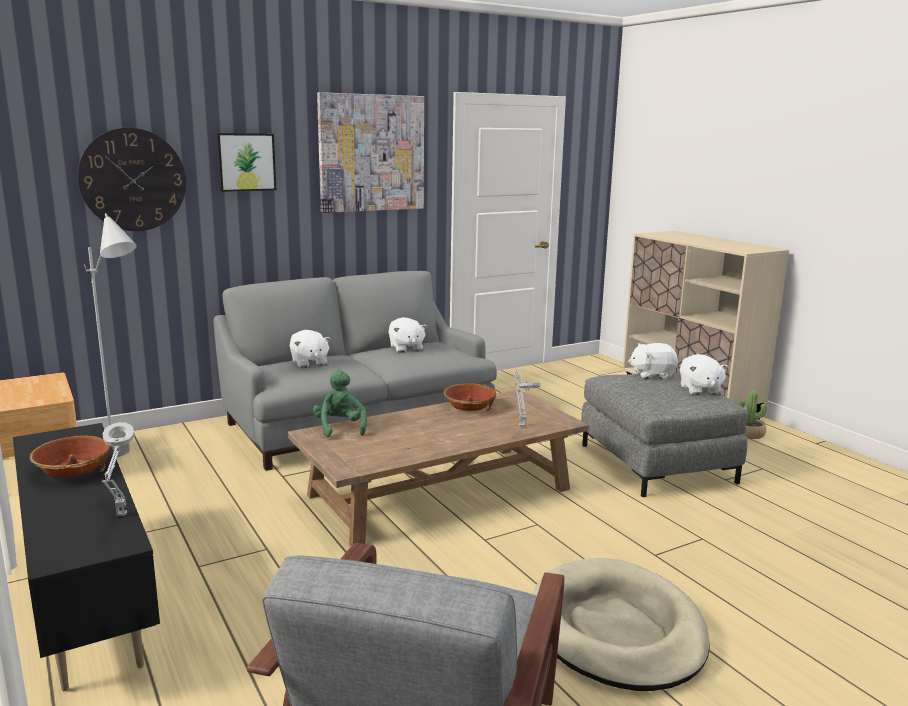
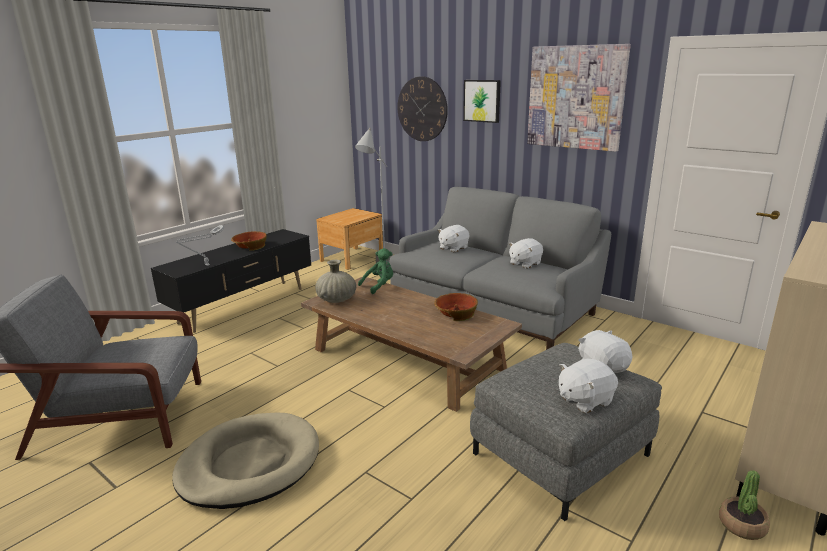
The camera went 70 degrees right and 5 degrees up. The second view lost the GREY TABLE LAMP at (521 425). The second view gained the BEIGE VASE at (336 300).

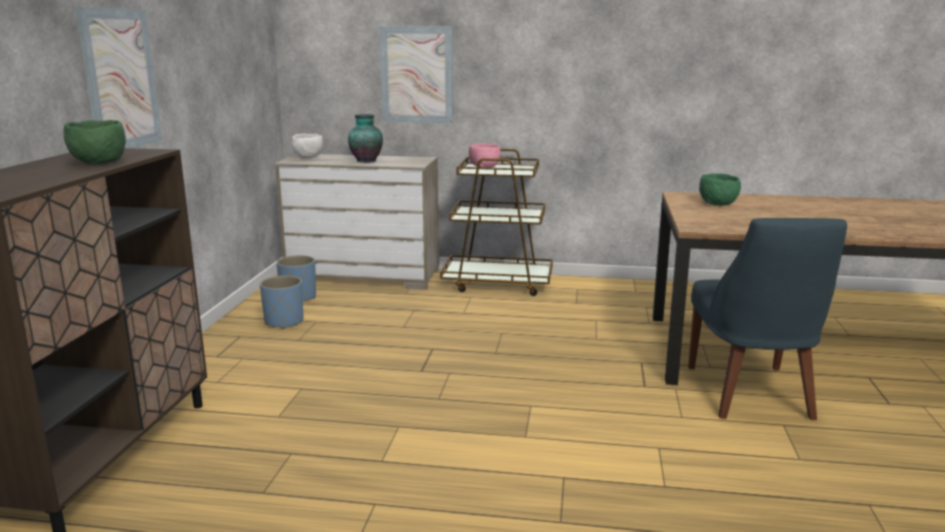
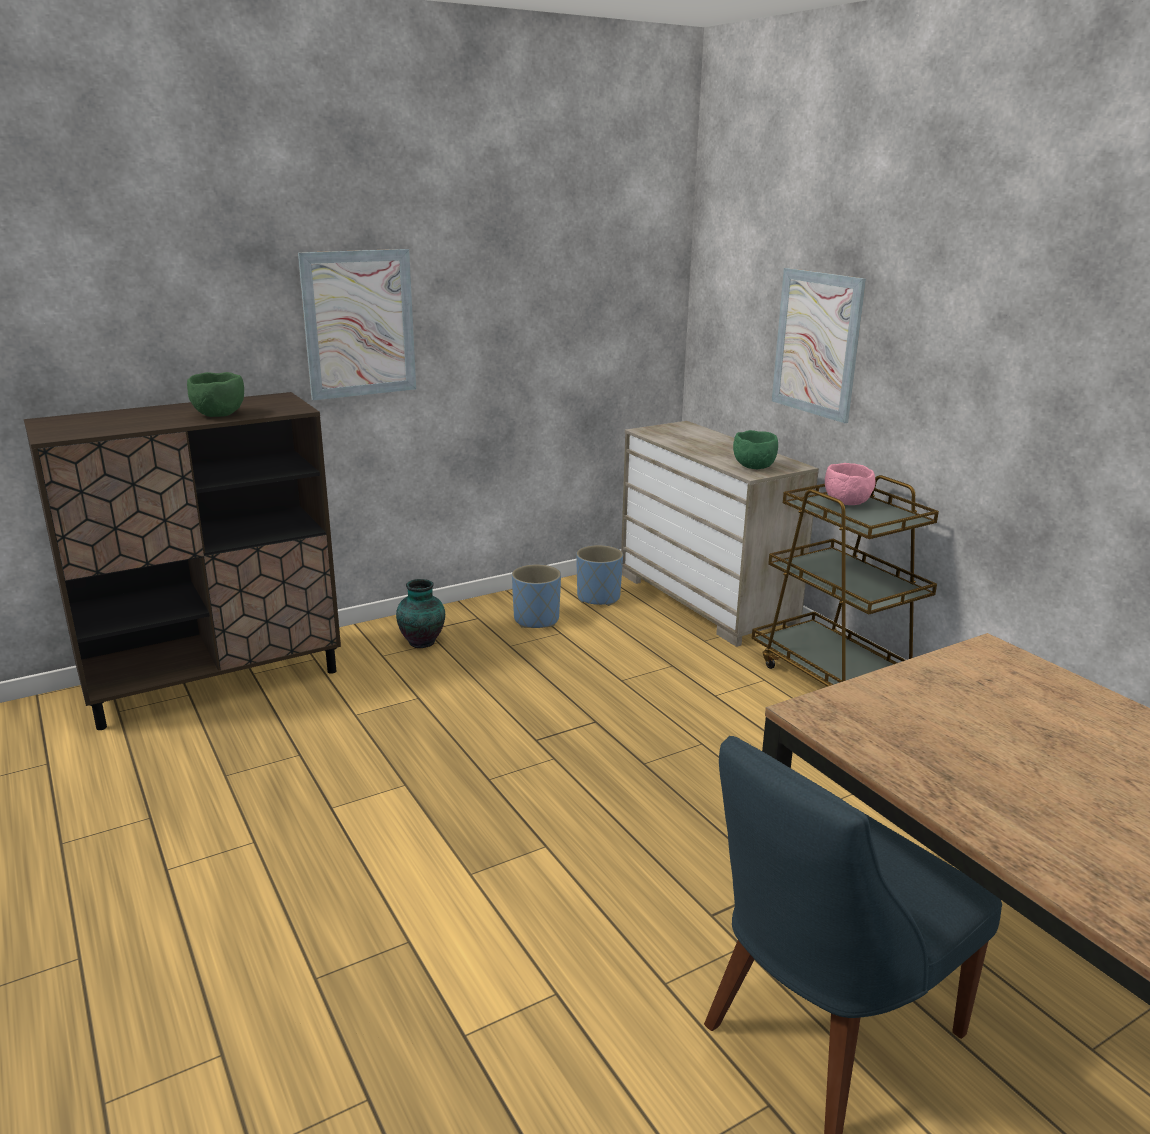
The camera went 50 degrees right and 5 degrees up. The second view lost the WHITE BOWL at (308 157). The VASE ended up elsewhere, having gone from (366 161) to (423 641). The GREEN BOWL ended up elsewhere, having gone from (716 204) to (753 466).

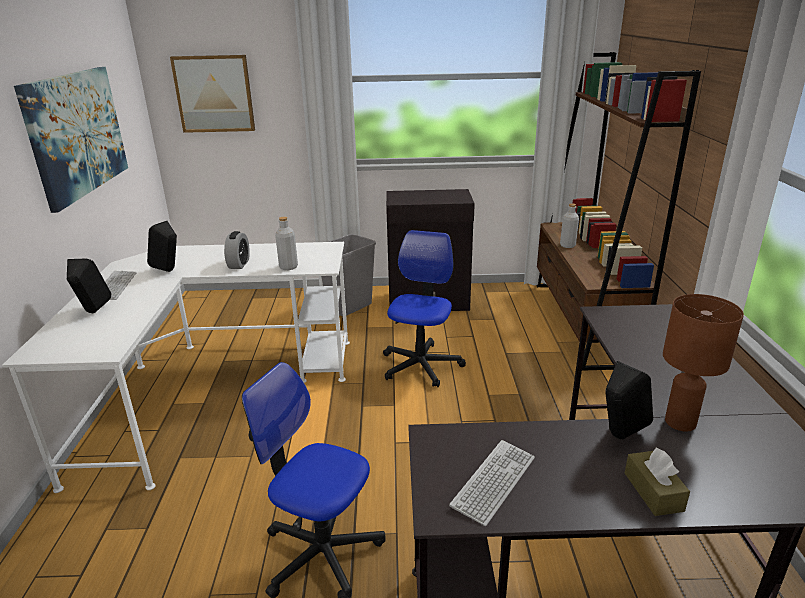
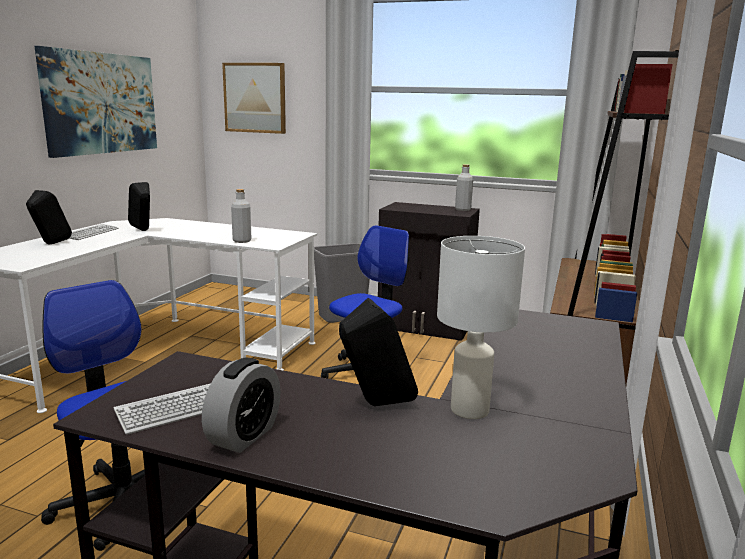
The camera went 20 degrees right and 10 degrees down. The ALARM CLOCK ended up elsewhere, having gone from (239 264) to (244 436). The GREY BOTTLE ended up elsewhere, having gone from (567 245) to (463 209). The second view lost the BROWN TISSUE BOX at (653 491). What was the BROWN TABLE LAMP at (680 423) turned into the WHITE TABLE LAMP at (469 410).

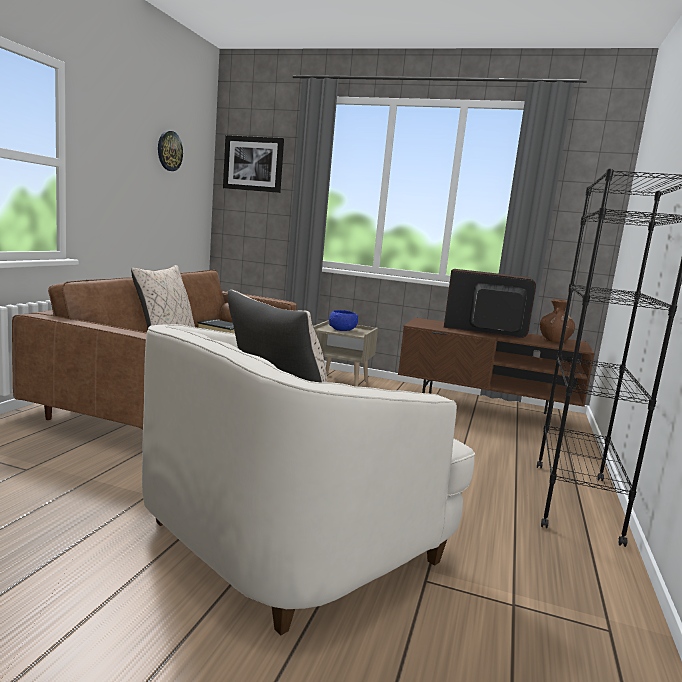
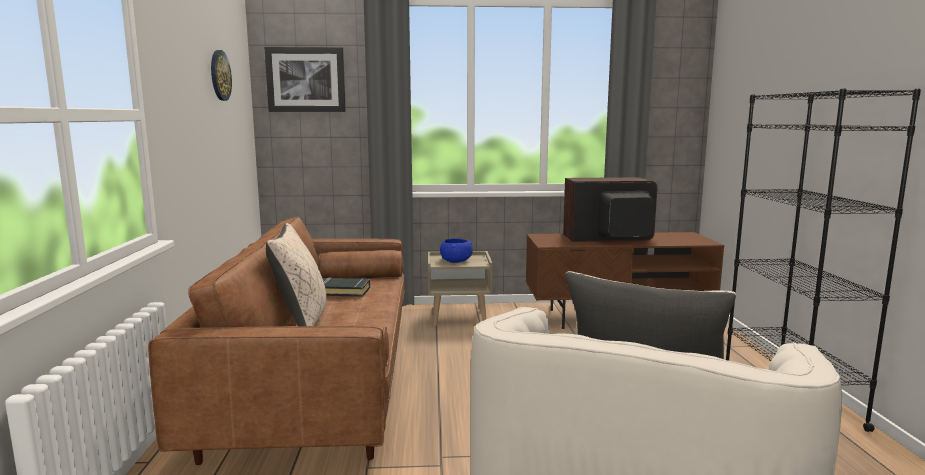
The camera went 20 degrees left and 0 degrees up. The second view lost the BROWN VASE at (554 340).

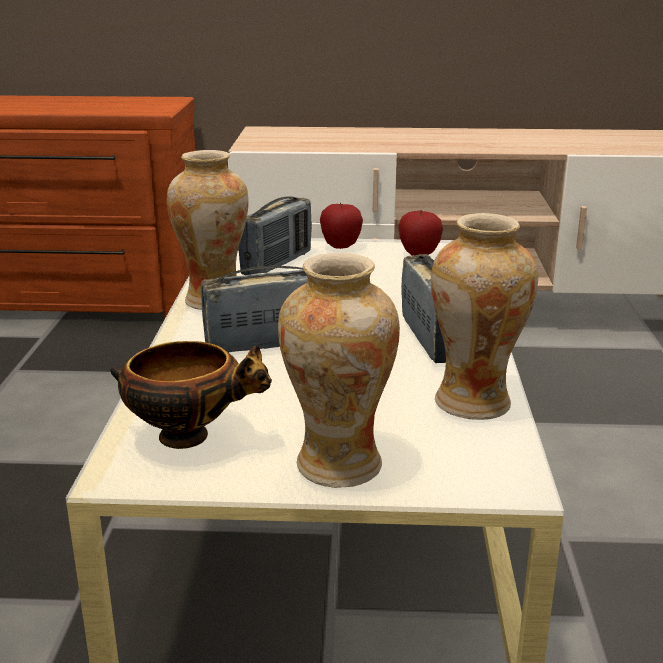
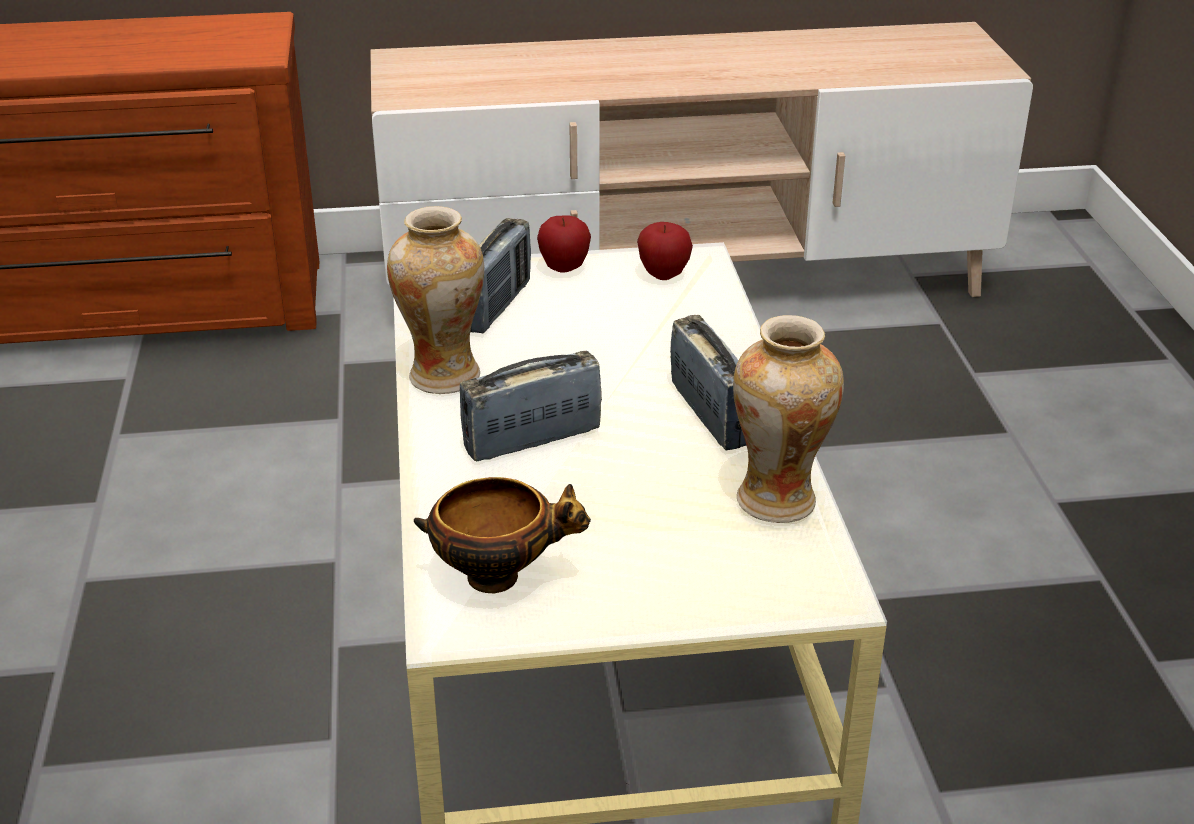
The camera went 10 degrees left and 10 degrees up. The second view lost the VASE at (338 465).

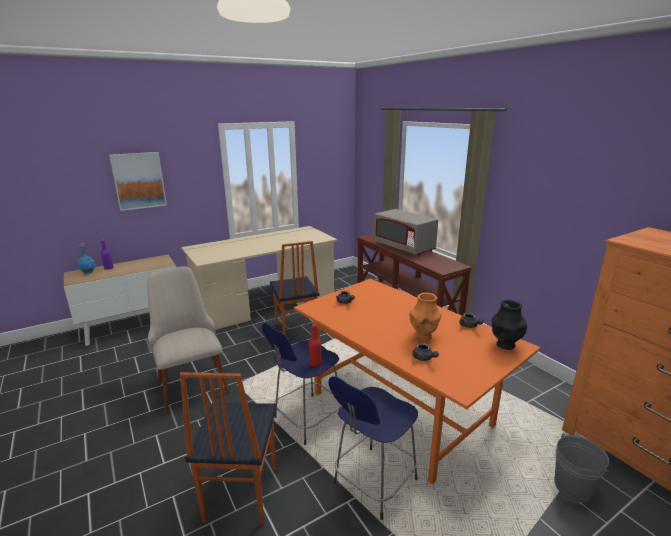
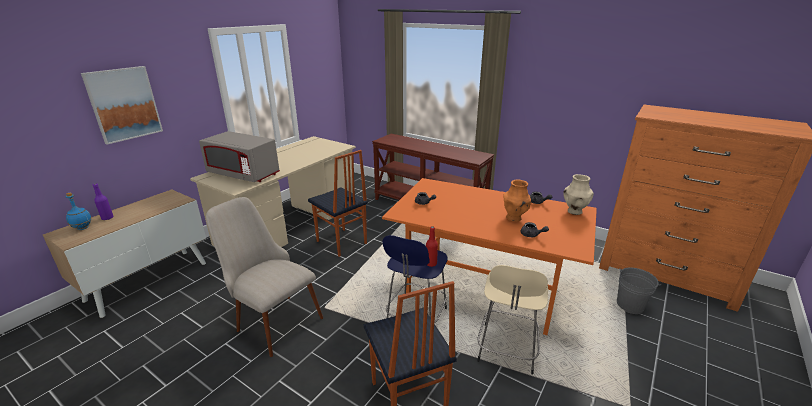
The camera went 25 degrees left and 5 degrees up. What was the BLUE STOOL at (373 483) turned into the BEIGE STOOL at (506 350). The GREY MICROWAVE ended up elsewhere, having gone from (403 247) to (244 174). What was the BLACK VASE at (505 345) turned into the BEIGE VASE at (574 211).

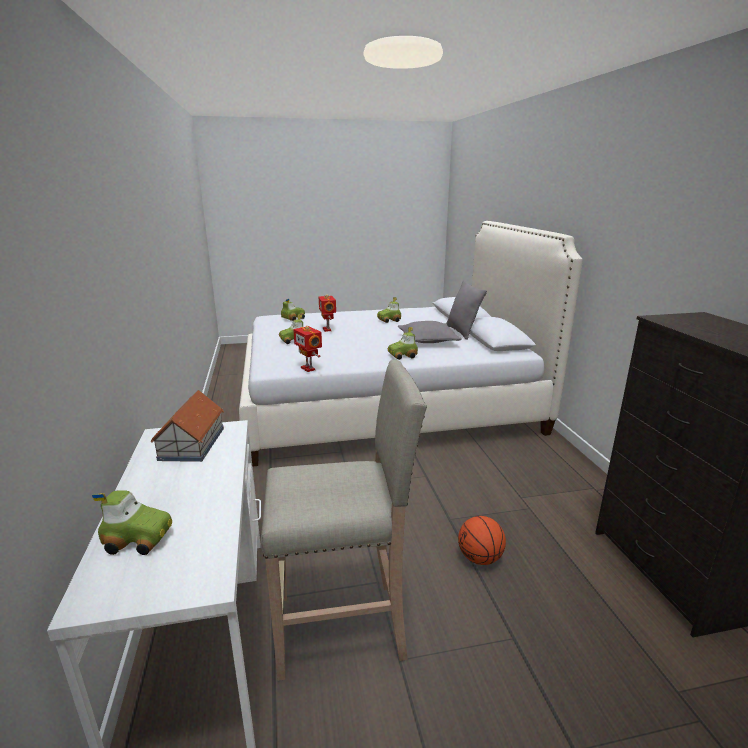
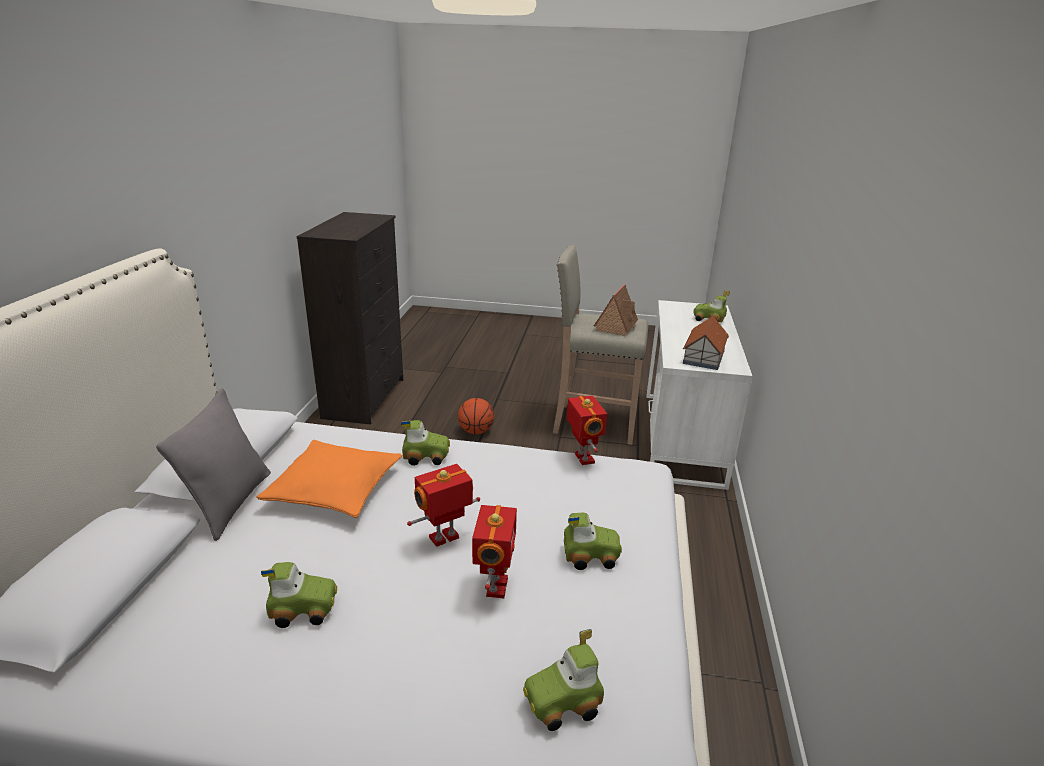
The camera went 160 degrees left and 5 degrees up. What was the GREY PILLOW at (428 340) turned into the ORANGE PILLOW at (334 489). The second view gained the TOY ROBOT at (445 539). The second view gained the TOY HOUSE at (616 326).

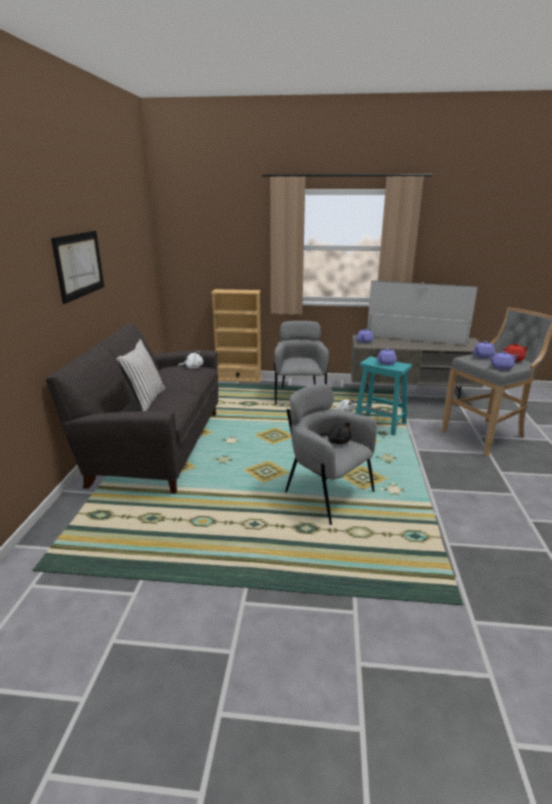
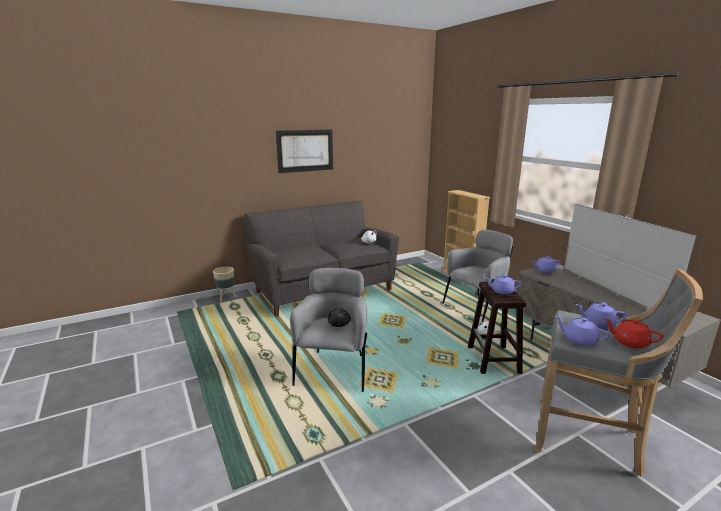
The camera went 55 degrees right and 5 degrees down. The second view lost the WHITE PILLOW at (145 400). What was the TURQUOISE STOOL at (381 424) turned into the BROWN STOOL at (494 360). The second view gained the BEIGE PLANTER at (226 298).

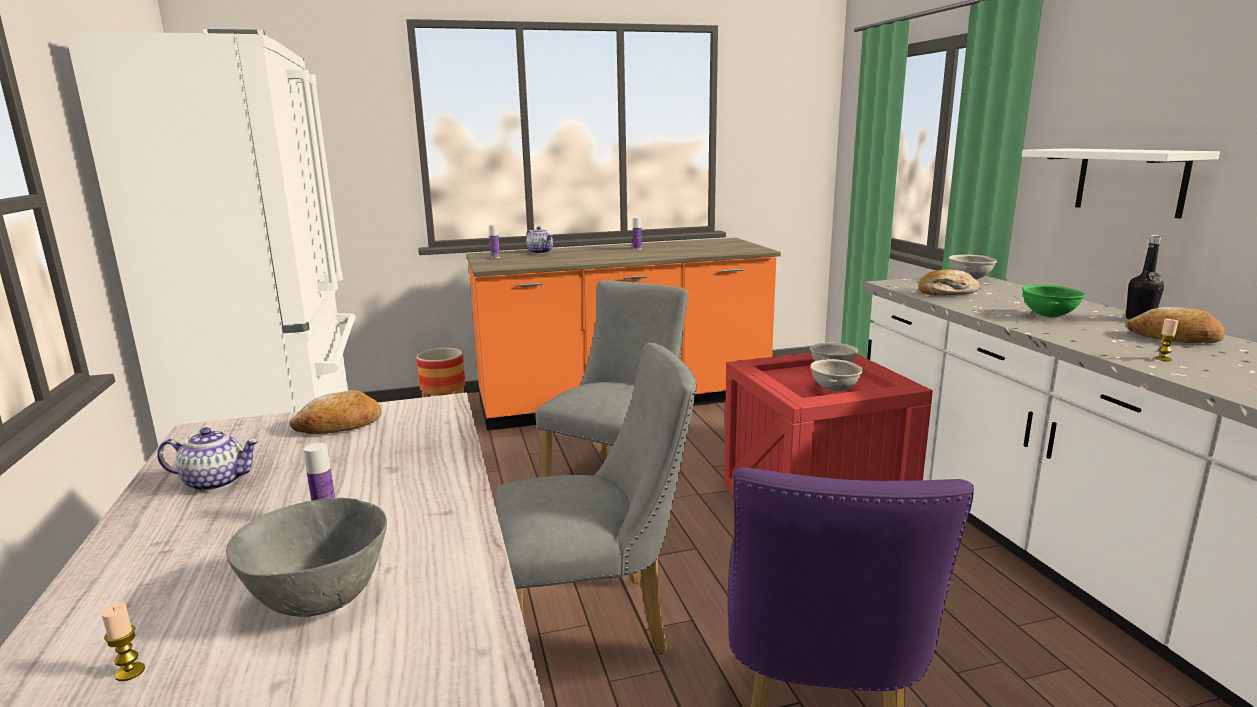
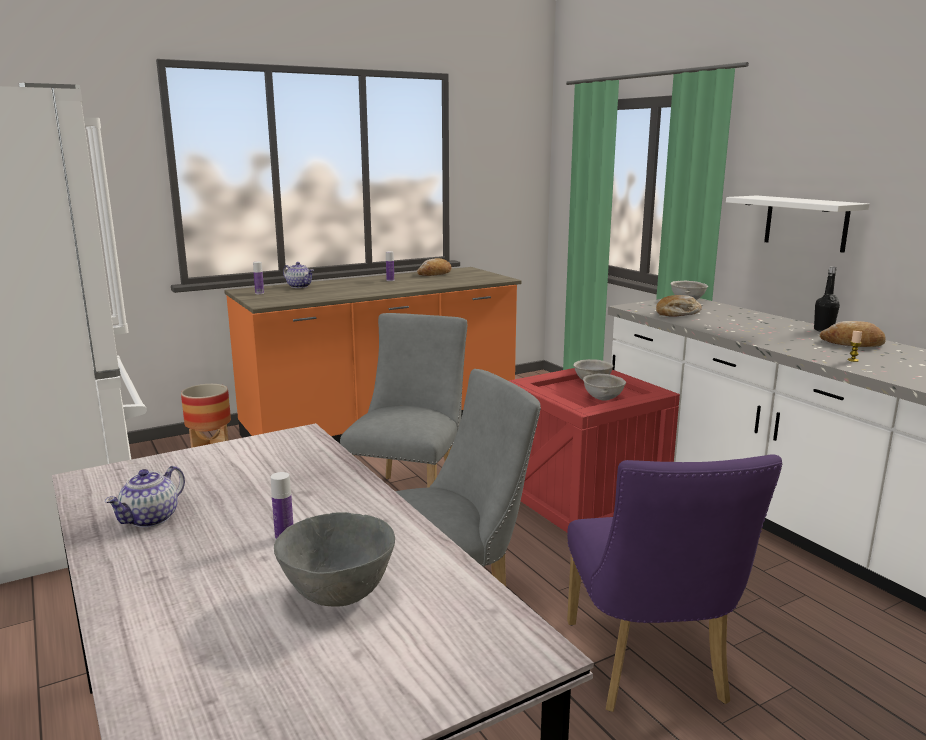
The camera went 15 degrees left and 0 degrees up. The second view lost the CANDLE at (130 672). The TEAPOT at (216 482) ended up facing another way, 135 degrees clockwise from before. The BREAD ended up elsewhere, having gone from (340 425) to (434 274). The second view lost the GREEN BOWL at (1050 316).

